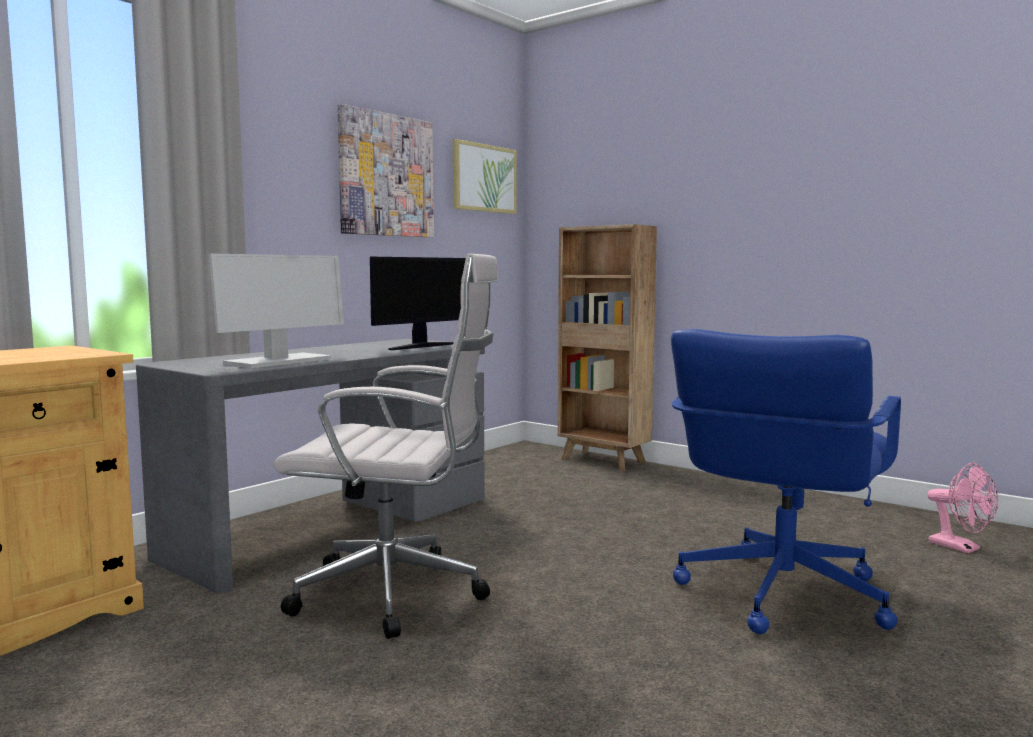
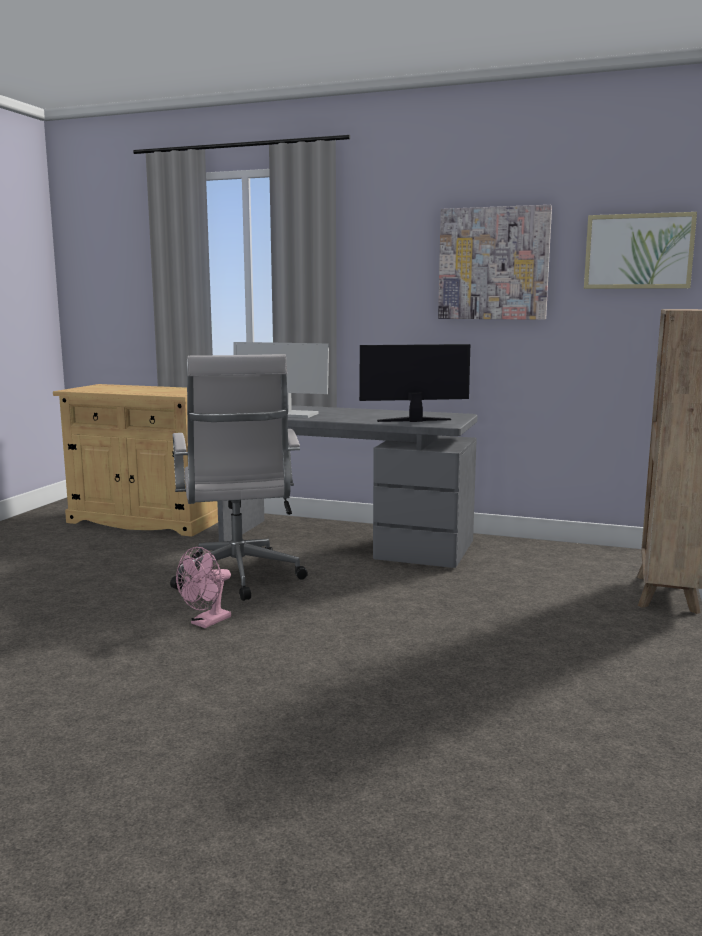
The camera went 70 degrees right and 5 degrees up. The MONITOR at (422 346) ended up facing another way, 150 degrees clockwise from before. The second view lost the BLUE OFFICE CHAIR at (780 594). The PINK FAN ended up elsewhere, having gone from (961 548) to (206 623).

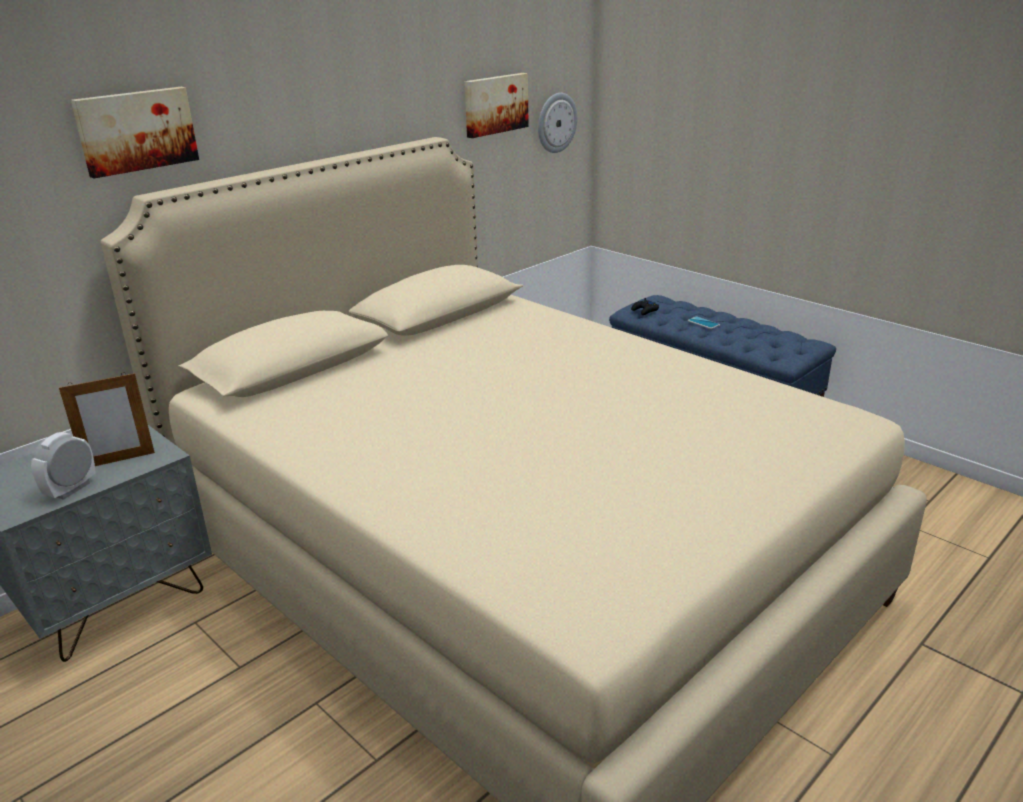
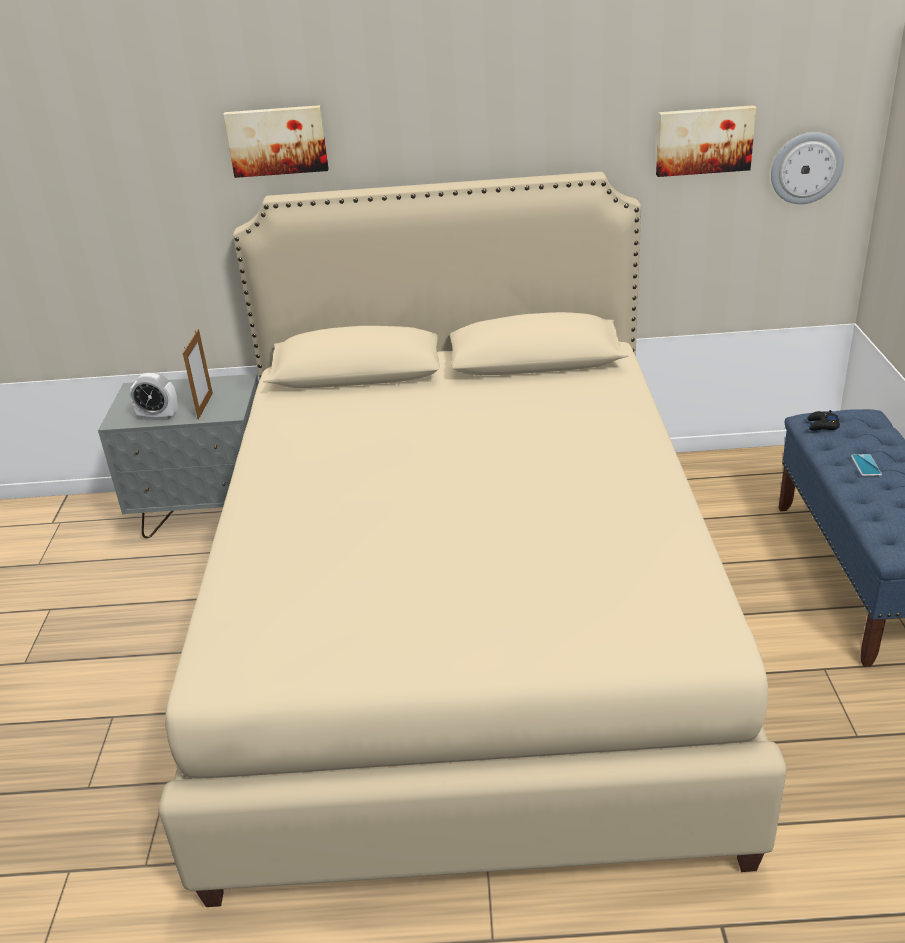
The camera went 45 degrees right and 5 degrees up. The ALARM CLOCK at (71 489) ended up facing another way, 150 degrees counterclockwise from before. The PICTURE FRAME at (119 460) ended up facing another way, 105 degrees counterclockwise from before.

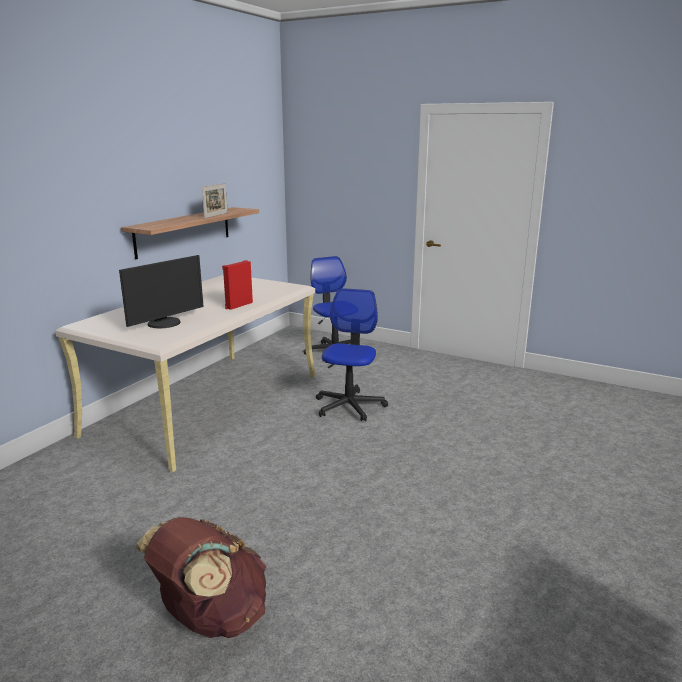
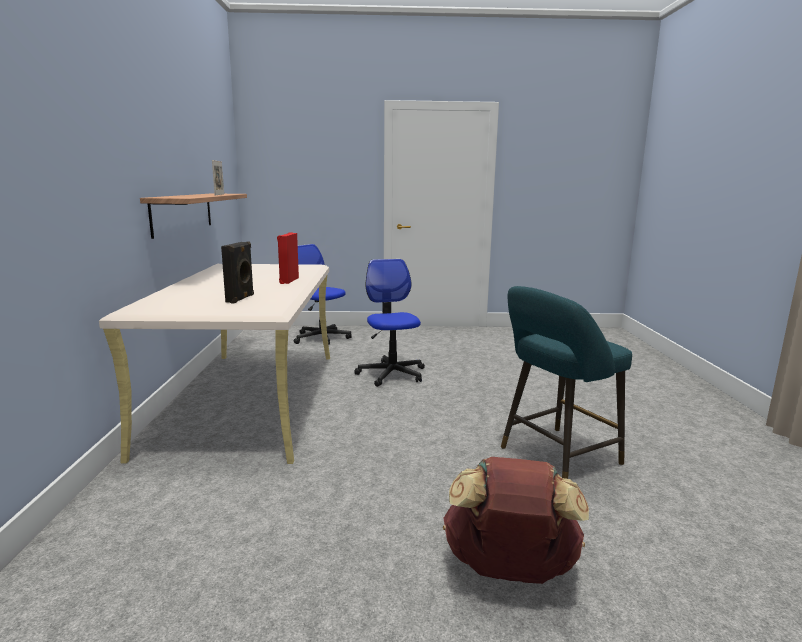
The camera went 30 degrees left and 5 degrees down. Where the MONITOR stood at (165 323), the BLACK SPEAKER came to stand at (241 299). The second view gained the TURQUOISE STOOL at (555 458).

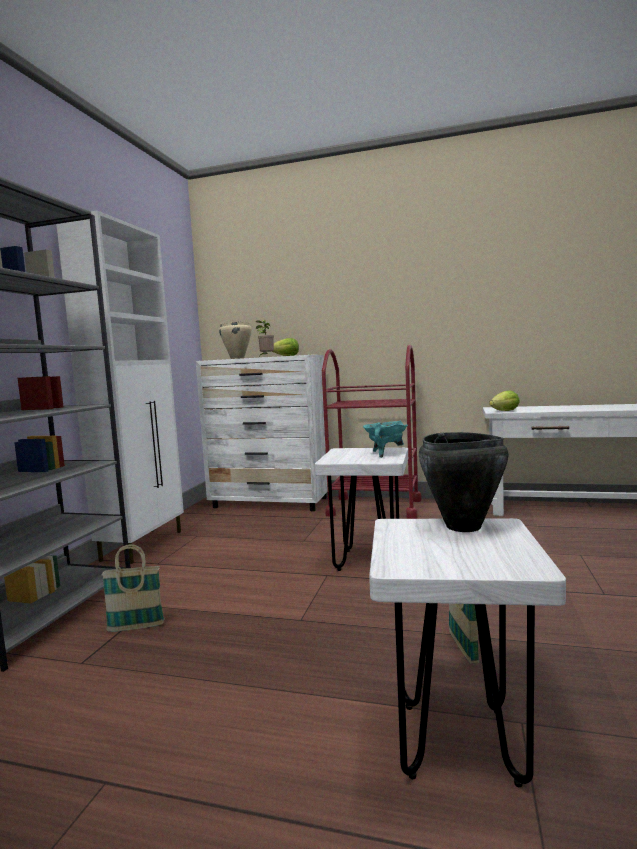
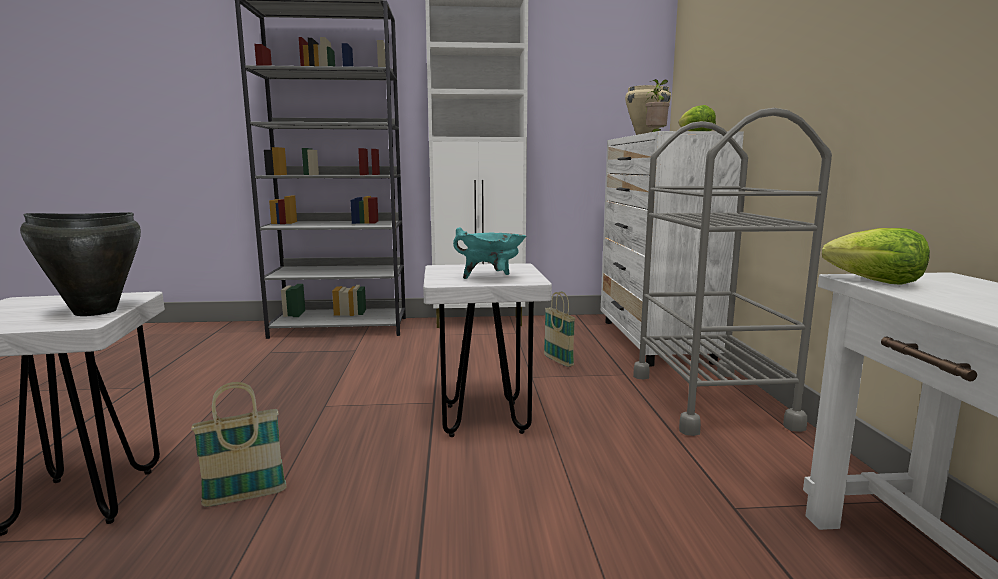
The camera went 70 degrees right and 5 degrees up. The BASKET ended up elsewhere, having gone from (136 627) to (558 361). What was the RED CART at (374 507) turned into the GREY CART at (709 400).

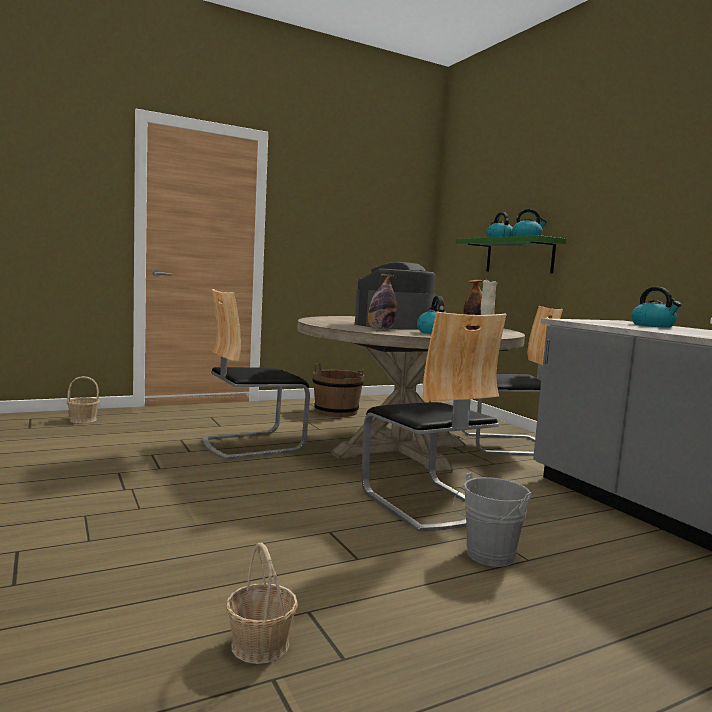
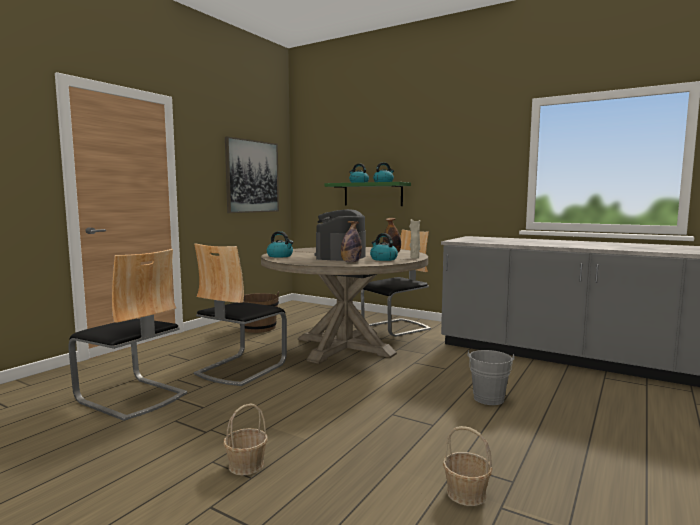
The camera went 30 degrees left and 0 degrees up. The BASKET ended up elsewhere, having gone from (83 420) to (246 465). The CHAIR ended up elsewhere, having gone from (426 503) to (131 397). The KETTLE ended up elsewhere, having gone from (653 326) to (280 256). The second view gained the PICTURE at (252 176).

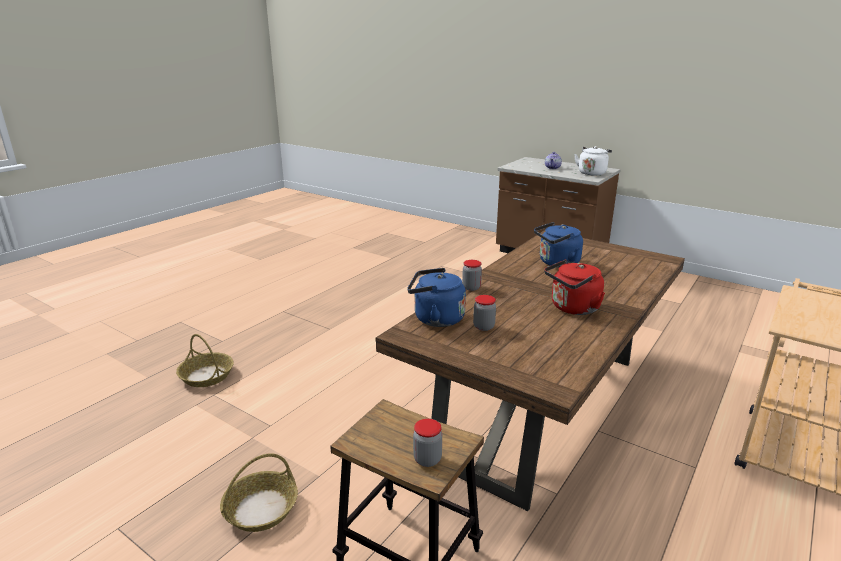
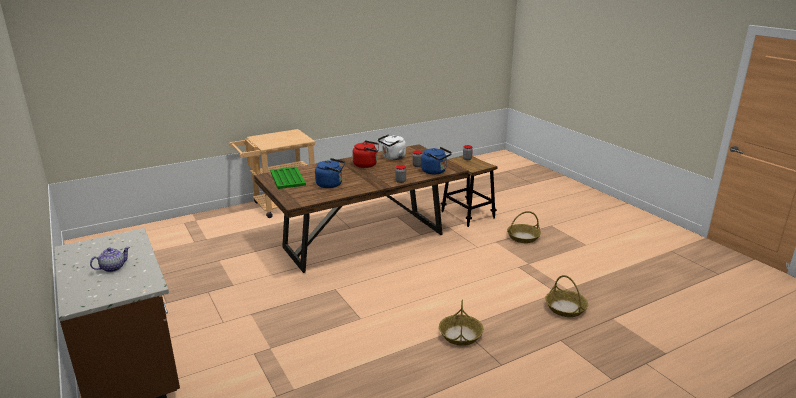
The camera went 155 degrees left and 0 degrees up. The WHITE KETTLE ended up elsewhere, having gone from (592 173) to (392 158). The second view gained the GREEN TRAY at (287 178). The second view gained the BASKET at (460 335).

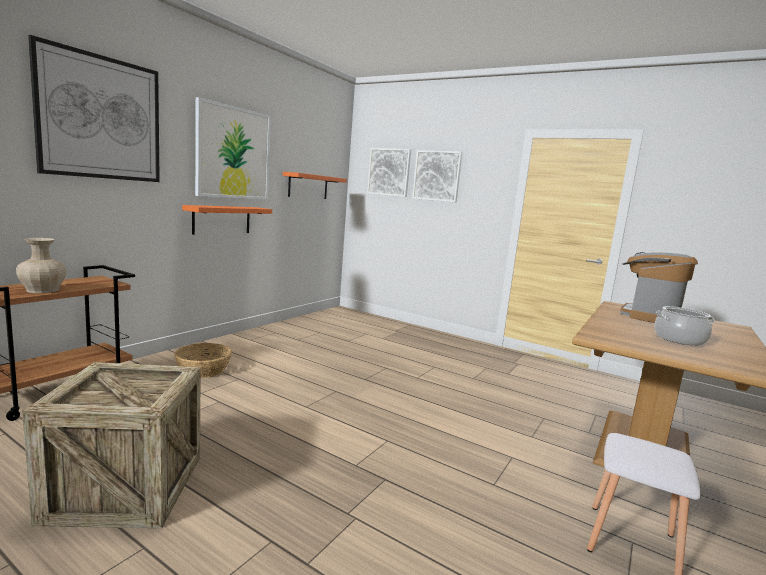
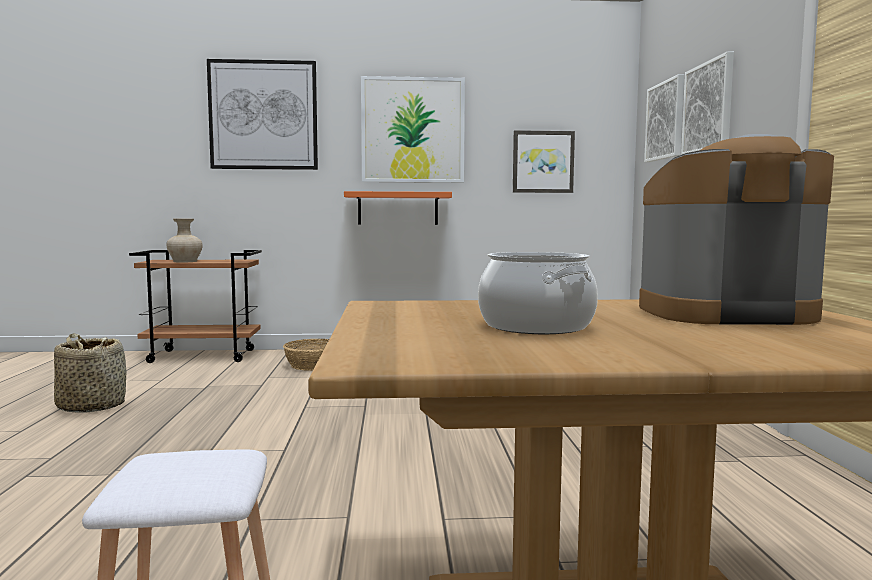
The camera went 55 degrees right and 5 degrees down. Where the CRATE stood at (126 487), the BASKET came to stand at (91 406). Where the ORANGE SHELF hung at (308 186), the PICTURE came to hang at (543 162).

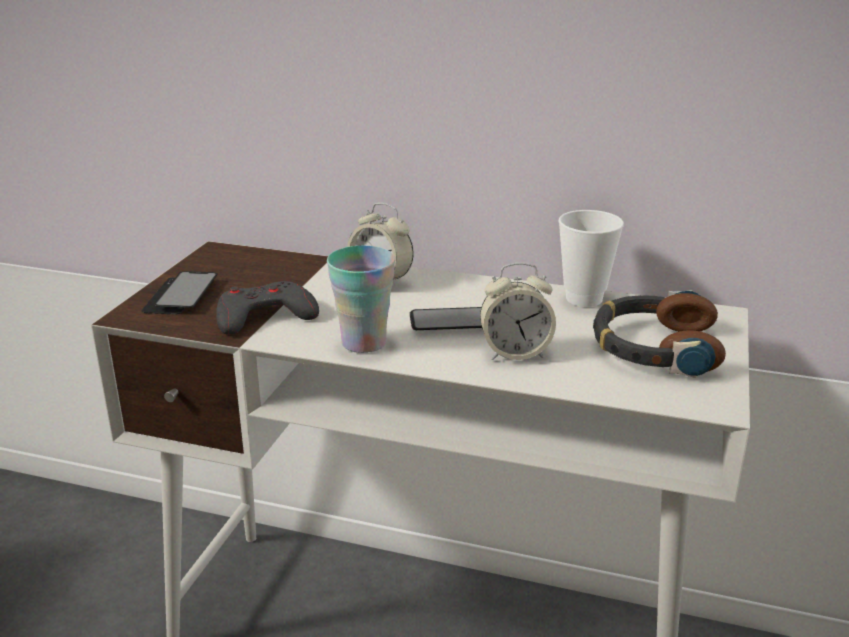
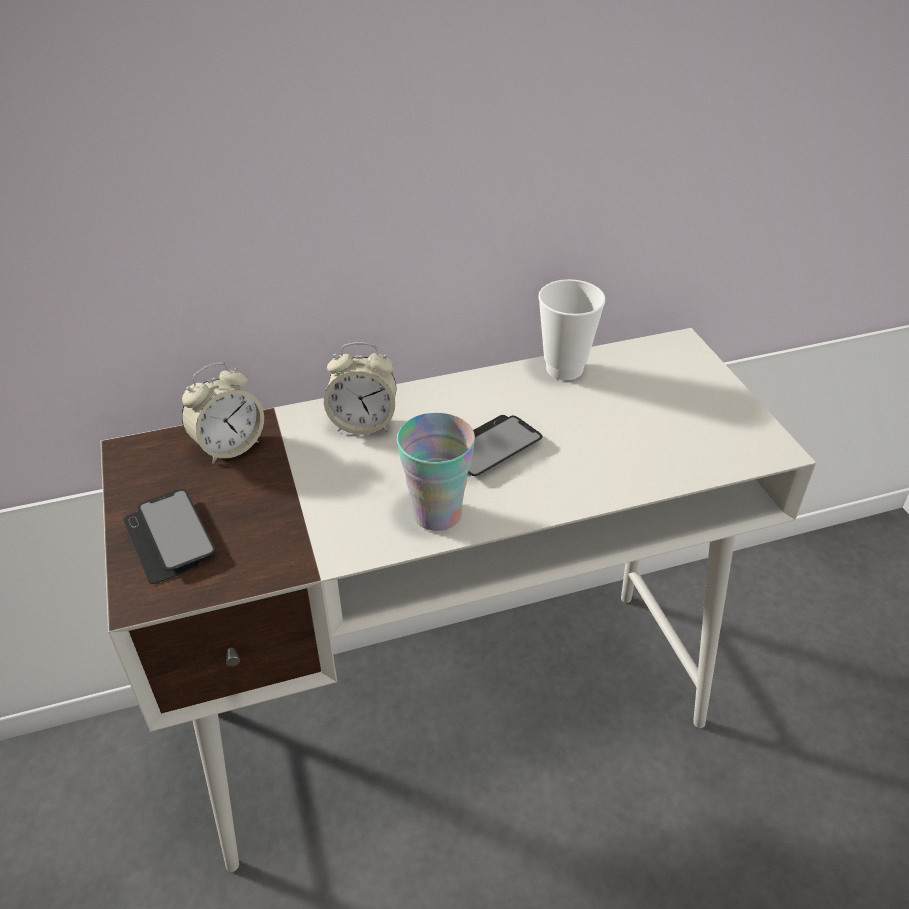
The camera went 35 degrees left and 15 degrees up. The second view lost the GREY GAME CONTROLLER at (264 316). The ALARM CLOCK ended up elsewhere, having gone from (515 353) to (229 446). The second view lost the HEADPHONES at (654 347).

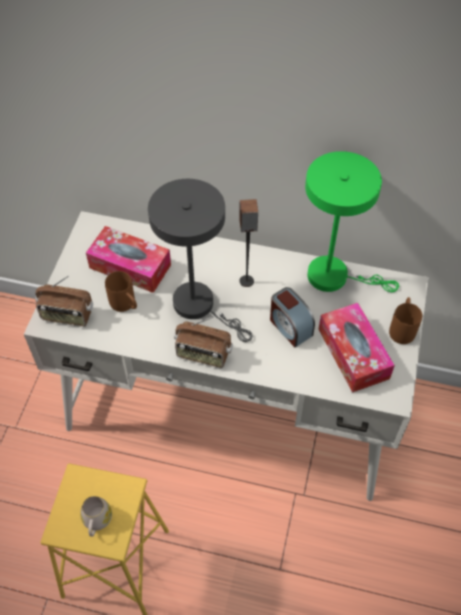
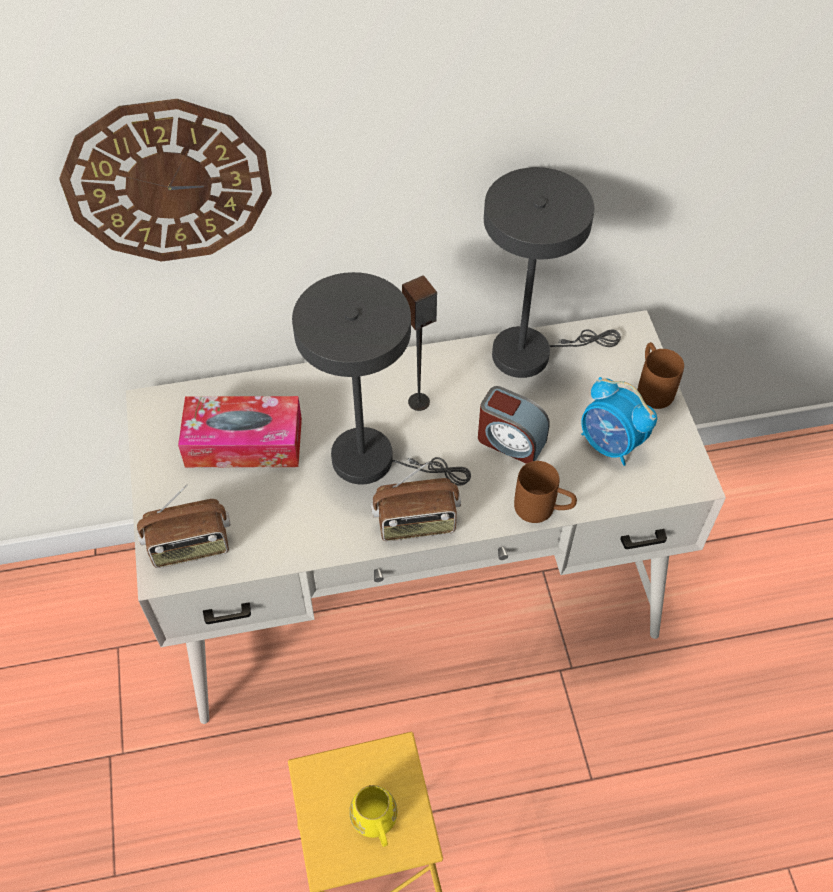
The camera went 25 degrees left and 0 degrees up. What was the WHITE MUG at (97 521) turned into the YELLOW MUG at (376 822). The BROWN MUG ended up elsewhere, having gone from (126 305) to (543 509). What was the GREEN TABLE LAMP at (335 276) turned into the GREY TABLE LAMP at (531 352). Where the TISSUE BOX stood at (353 353), the ALARM CLOCK came to stand at (610 444). The second view gained the WALL CLOCK at (168 182).

